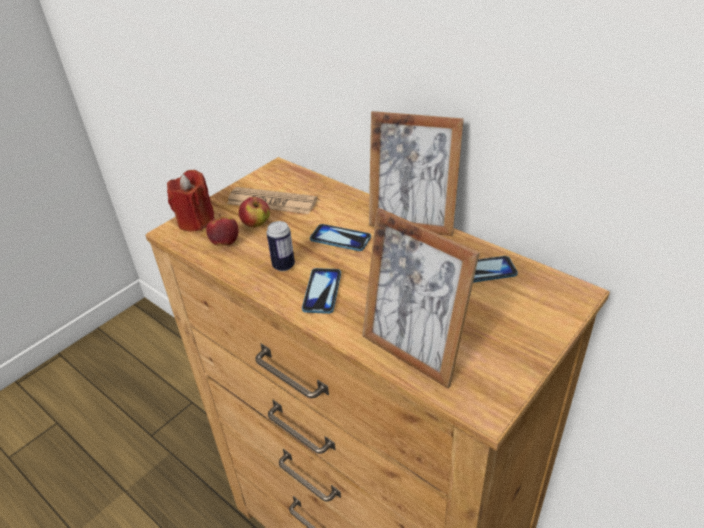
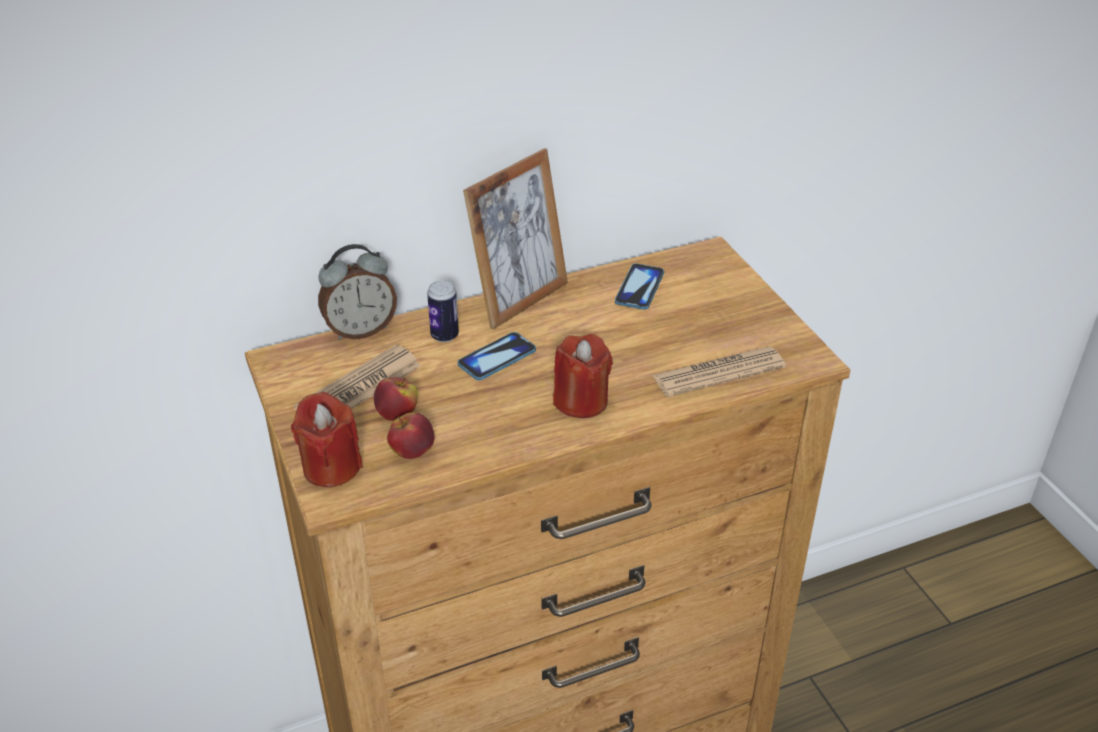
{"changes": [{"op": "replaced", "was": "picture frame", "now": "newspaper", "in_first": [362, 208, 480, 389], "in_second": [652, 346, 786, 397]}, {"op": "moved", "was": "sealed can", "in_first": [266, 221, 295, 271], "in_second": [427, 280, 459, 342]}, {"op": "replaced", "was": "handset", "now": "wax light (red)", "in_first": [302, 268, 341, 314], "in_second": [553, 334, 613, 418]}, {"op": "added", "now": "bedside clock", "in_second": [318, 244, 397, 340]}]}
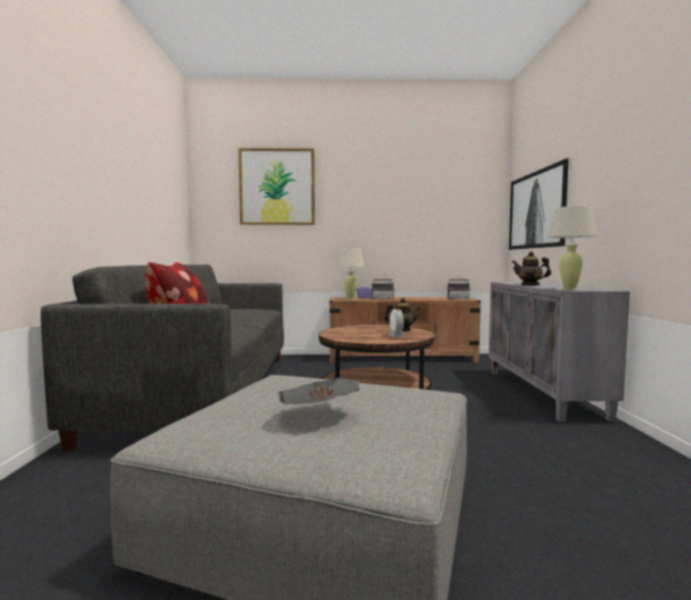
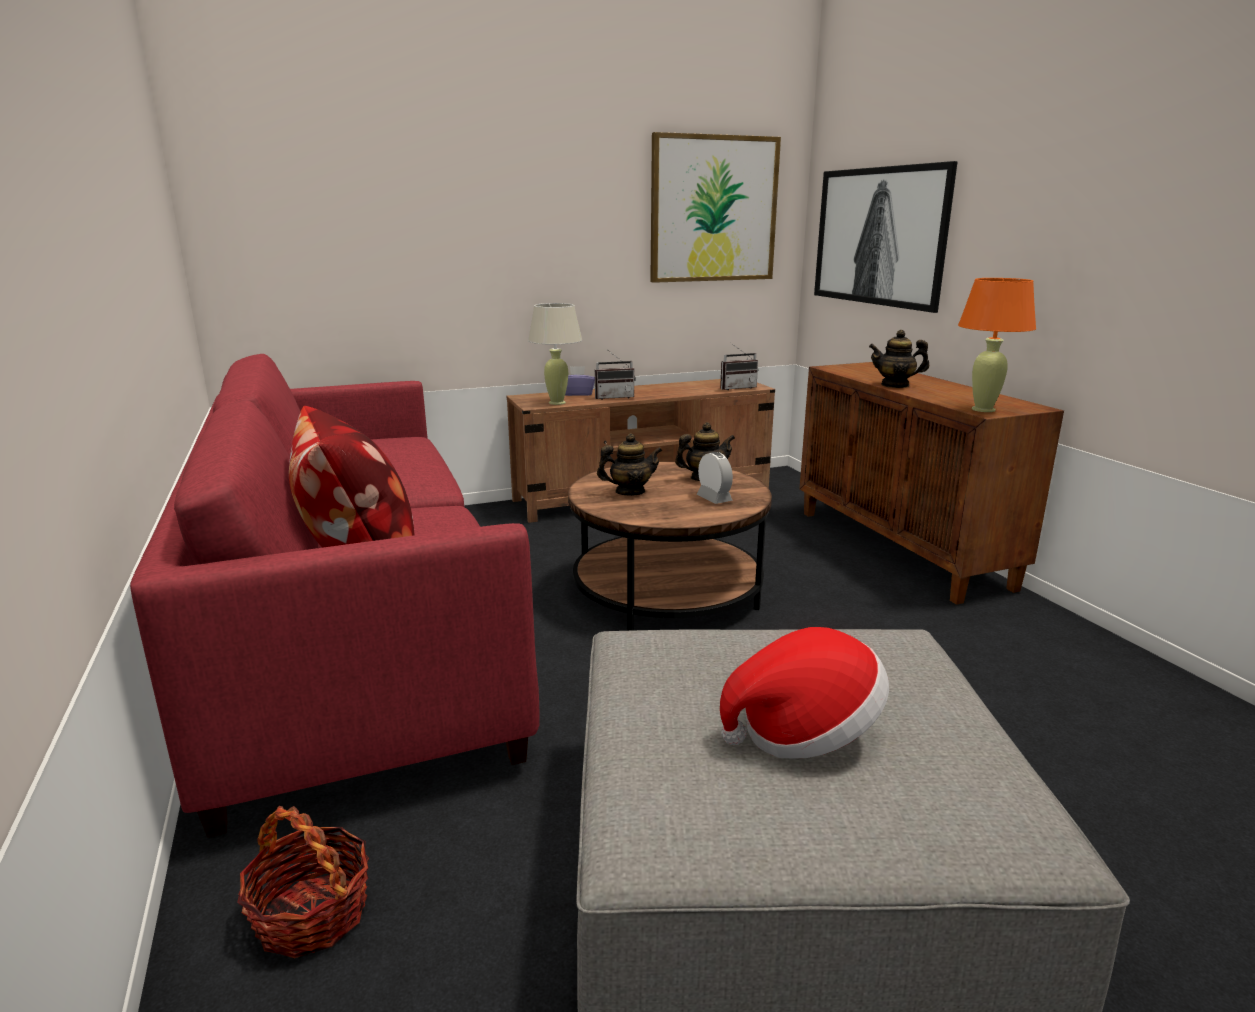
{"changes": [{"op": "moved", "was": "picture", "in_first": [238, 148, 315, 225], "in_second": [650, 132, 781, 283]}, {"op": "recoloured", "was": "table lamp (beige-coloured)", "now": "table lamp (orange-coloured)", "in_first": [547, 206, 598, 290], "in_second": [958, 278, 1036, 412]}, {"op": "recoloured", "was": "sofa (gray)", "now": "sofa (red)", "in_first": [41, 264, 284, 451], "in_second": [130, 354, 539, 837]}, {"op": "recoloured", "was": "cupboard (gray)", "now": "cupboard (brown-coloured)", "in_first": [489, 282, 630, 422], "in_second": [799, 362, 1064, 605]}, {"op": "replaced", "was": "newspaper", "now": "hat", "in_first": [277, 378, 360, 405], "in_second": [720, 627, 889, 759]}, {"op": "added", "now": "tea pot", "in_second": [597, 433, 663, 496]}, {"op": "added", "now": "storage basket", "in_second": [237, 806, 369, 958]}]}
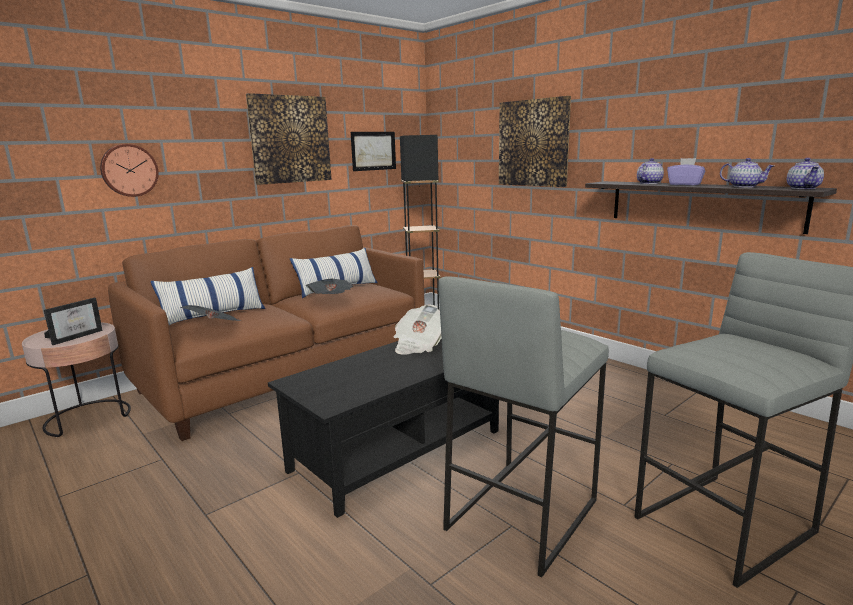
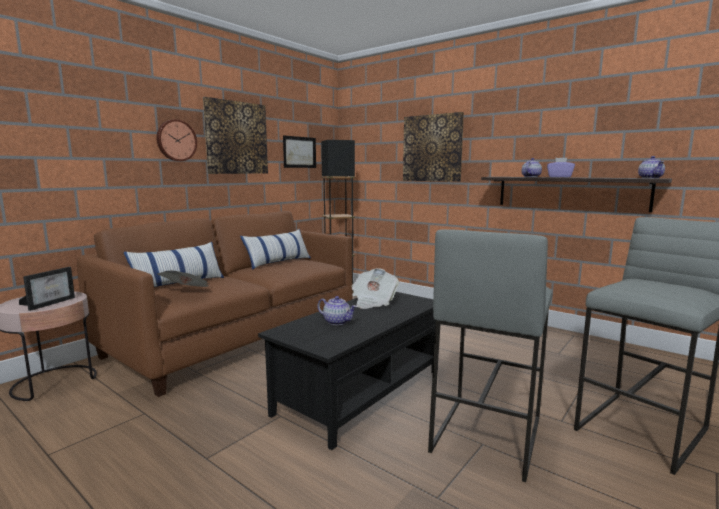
{"changes": [{"op": "moved", "was": "hanging clock", "in_first": [100, 144, 159, 197], "in_second": [156, 119, 197, 161]}, {"op": "moved", "was": "tea pot", "in_first": [720, 158, 774, 188], "in_second": [318, 296, 357, 325]}, {"op": "removed", "was": "newspaper", "in_first": [306, 279, 353, 294]}]}
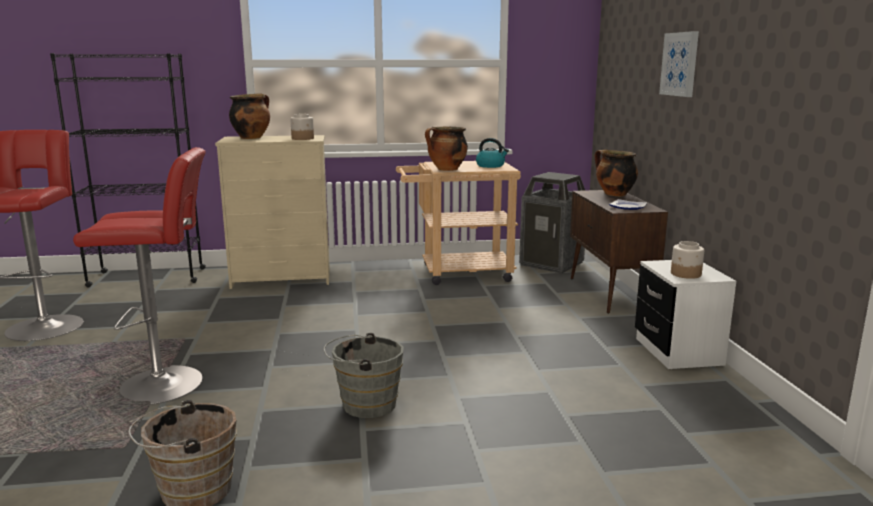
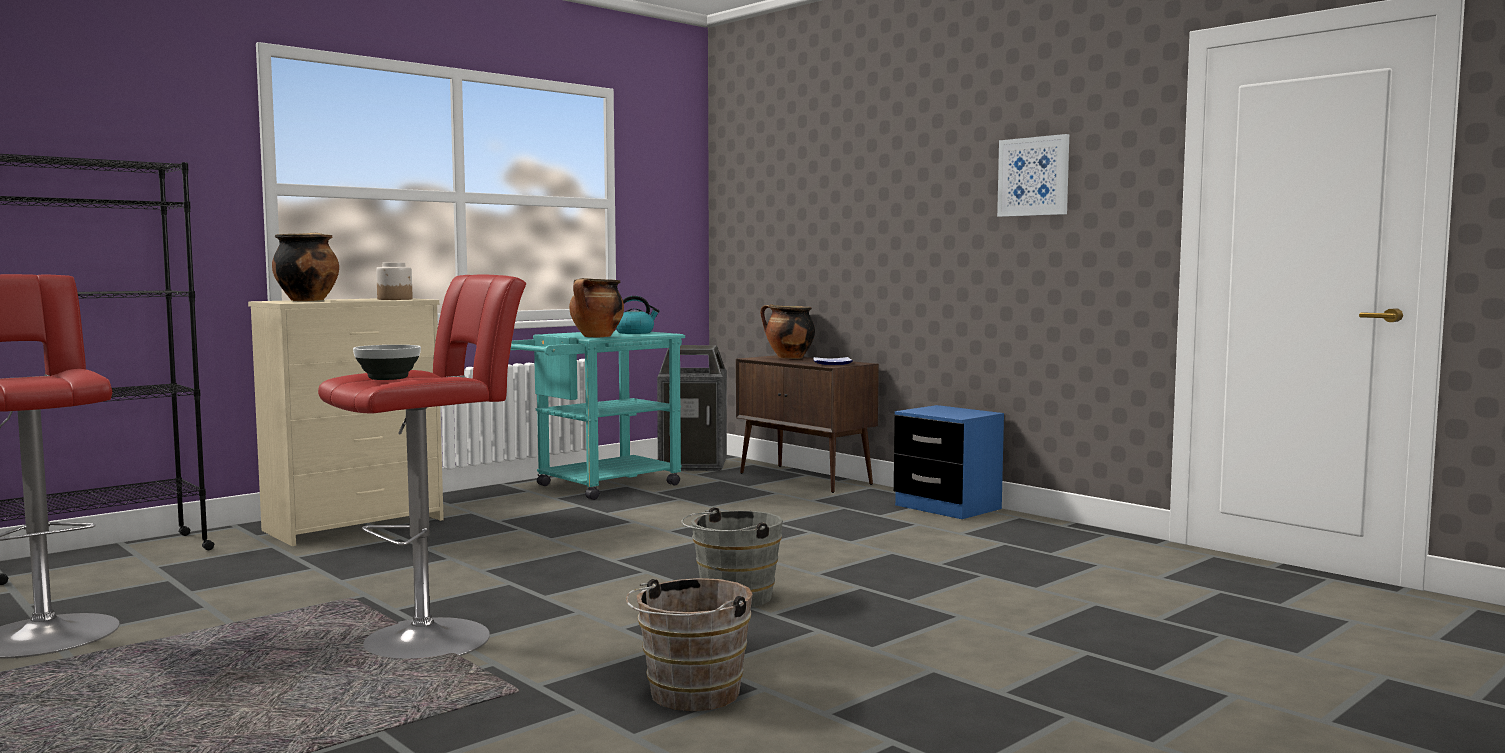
{"changes": [{"op": "moved", "was": "picture", "in_first": [659, 31, 699, 97], "in_second": [997, 134, 1069, 217]}, {"op": "recoloured", "was": "cart (beige-coloured)", "now": "cart (blue-green)", "in_first": [396, 161, 521, 285], "in_second": [511, 330, 685, 500]}, {"op": "removed", "was": "storage jar", "in_first": [671, 241, 704, 279]}, {"op": "recoloured", "was": "bedside table (whitish)", "now": "bedside table (blue)", "in_first": [635, 260, 736, 369], "in_second": [894, 405, 1004, 519]}, {"op": "added", "now": "serving bowl", "in_second": [353, 345, 421, 380]}]}
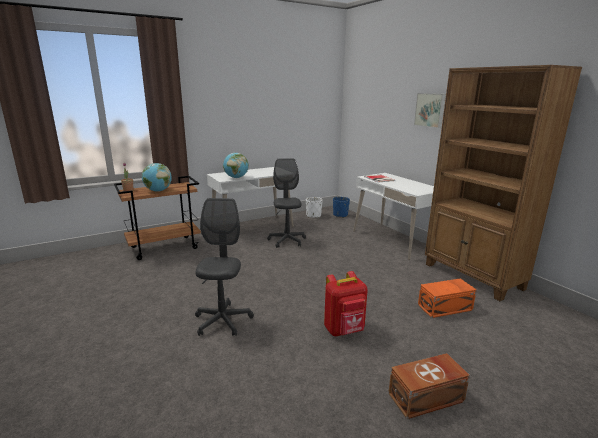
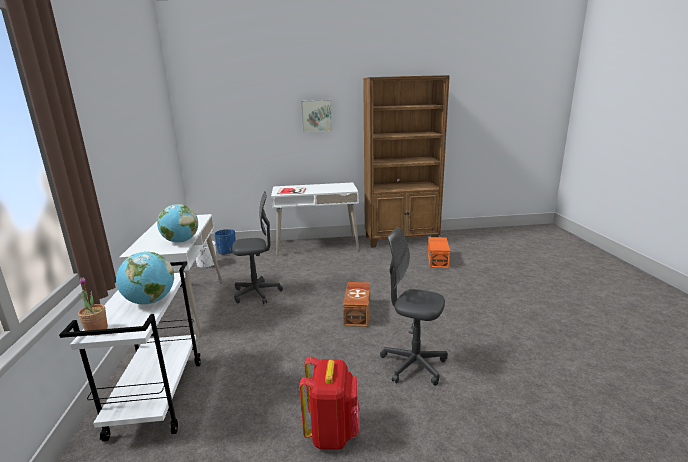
{"changes": [{"op": "turned", "was": "office chair (gray)", "in_first": [267, 158, 306, 248], "in_second": [232, 191, 283, 304], "clockwise": 150}, {"op": "recoloured", "was": "cart (brown-coloured)", "now": "cart (whitish)", "in_first": [114, 176, 201, 260], "in_second": [59, 261, 201, 442]}, {"op": "moved", "was": "rucksack (red)", "in_first": [324, 271, 368, 336], "in_second": [299, 356, 360, 450]}, {"op": "moved", "was": "storage bin (brown-coloured)", "in_first": [388, 353, 470, 419], "in_second": [343, 282, 370, 327]}]}
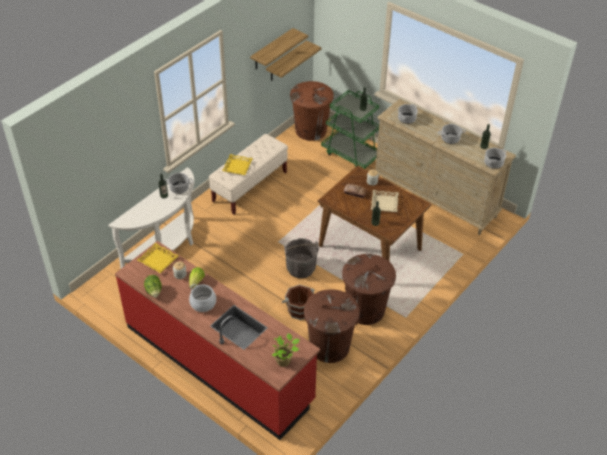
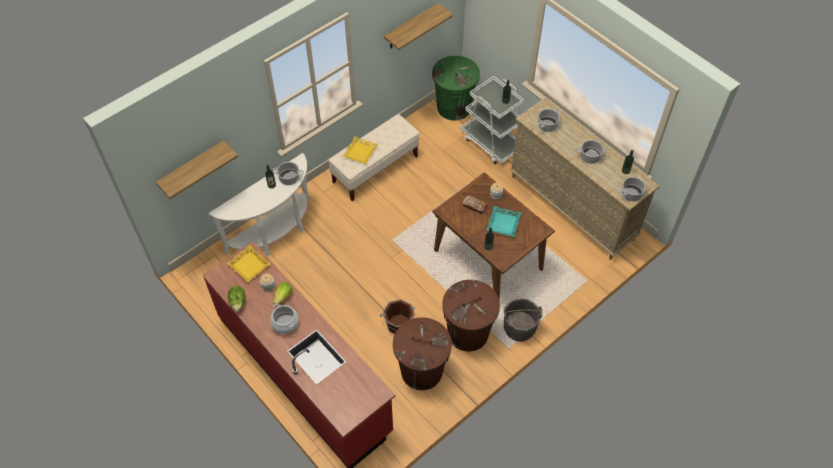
{"changes": [{"op": "moved", "was": "bracket shelf", "in_first": [266, 40, 322, 81], "in_second": [156, 141, 238, 199]}, {"op": "recoloured", "was": "waste bin (brown-coloured)", "now": "waste bin (greenish)", "in_first": [290, 81, 334, 141], "in_second": [432, 56, 480, 121]}, {"op": "recoloured", "was": "cart (greenish)", "now": "cart (whitish)", "in_first": [321, 90, 379, 169], "in_second": [460, 76, 524, 164]}, {"op": "recoloured", "was": "tray (beige-coloured)", "now": "tray (blue-green)", "in_first": [371, 190, 399, 212], "in_second": [487, 206, 521, 237]}, {"op": "moved", "was": "bucket (gray)", "in_first": [284, 238, 319, 278], "in_second": [504, 298, 542, 342]}, {"op": "removed", "was": "potted plant", "in_first": [272, 333, 300, 367]}]}
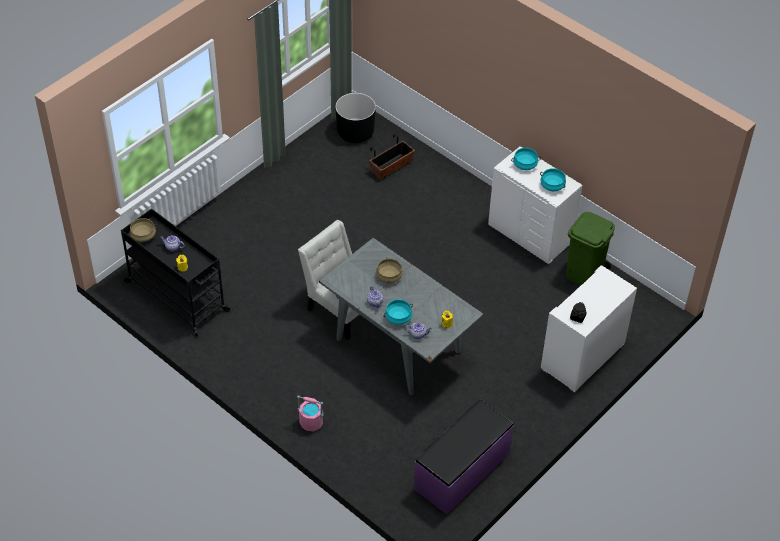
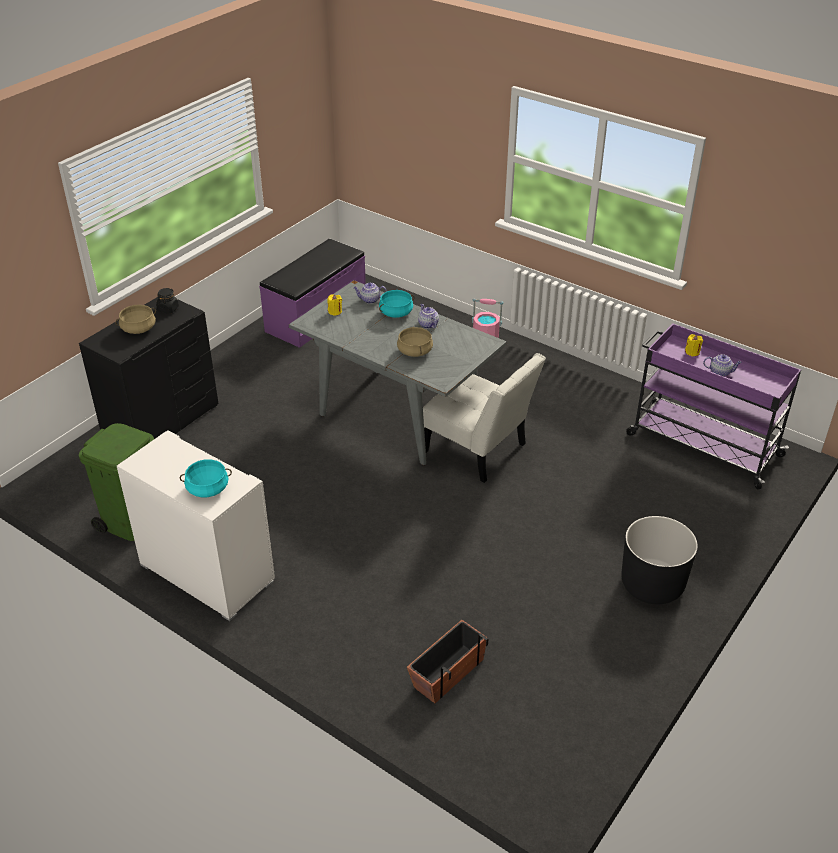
{"changes": [{"op": "moved", "was": "plant pot (black-coloured)", "in_first": [335, 93, 376, 143], "in_second": [621, 516, 698, 604]}, {"op": "removed", "was": "stockpot (blue-green)", "in_first": [540, 168, 566, 191]}, {"op": "recoloured", "was": "cart (black-coloured)", "now": "cart (purplish)", "in_first": [121, 208, 230, 336], "in_second": [626, 324, 801, 490]}, {"op": "moved", "was": "stockpot (beige-coloured)", "in_first": [128, 218, 158, 242], "in_second": [115, 305, 156, 334]}, {"op": "recoloured", "was": "drawer chest (whitish)", "now": "drawer chest (black-coloured)", "in_first": [541, 265, 637, 393], "in_second": [79, 297, 219, 439]}]}
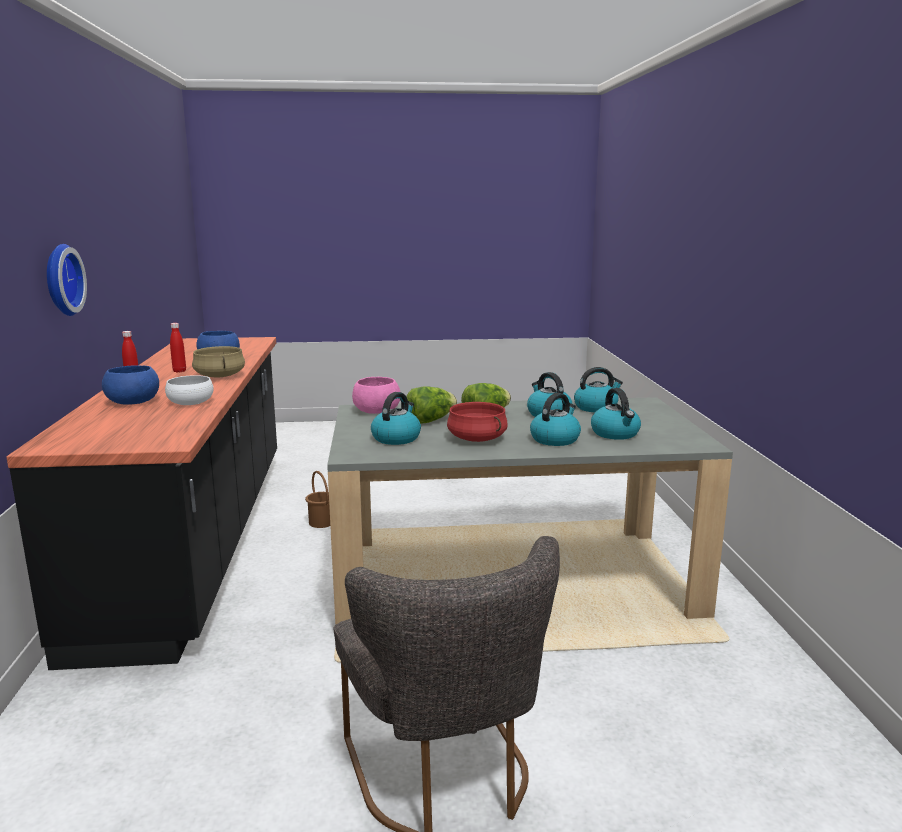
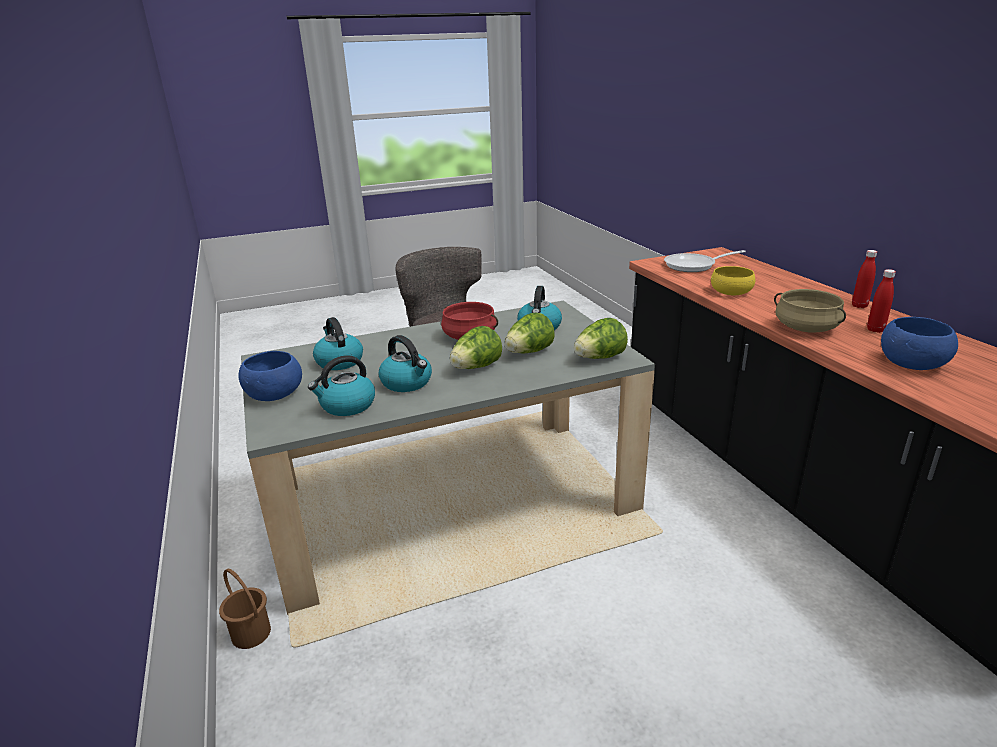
{"changes": [{"op": "removed", "was": "hanging clock", "in_first": [47, 244, 87, 316]}, {"op": "moved", "was": "serving bowl (blue)", "in_first": [102, 365, 159, 405], "in_second": [239, 351, 302, 401]}, {"op": "recoloured", "was": "serving bowl (whitish)", "now": "serving bowl (yellowish)", "in_first": [165, 375, 213, 405], "in_second": [711, 266, 755, 295]}, {"op": "replaced", "was": "serving bowl (pink)", "now": "lettuce", "in_first": [352, 377, 400, 414], "in_second": [574, 318, 628, 359]}, {"op": "removed", "was": "kettle", "in_first": [530, 393, 581, 446]}, {"op": "moved", "was": "bucket (brown-coloured)", "in_first": [305, 471, 330, 528], "in_second": [219, 569, 271, 649]}, {"op": "added", "now": "frying pan", "in_second": [664, 250, 746, 272]}]}
